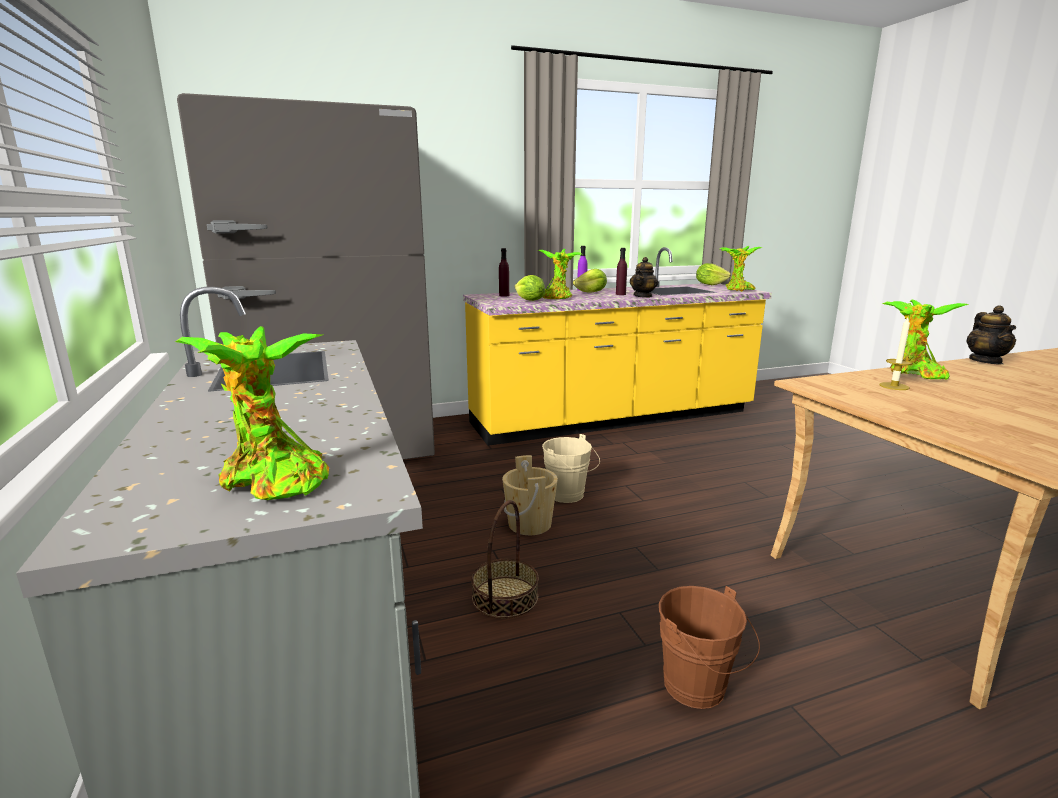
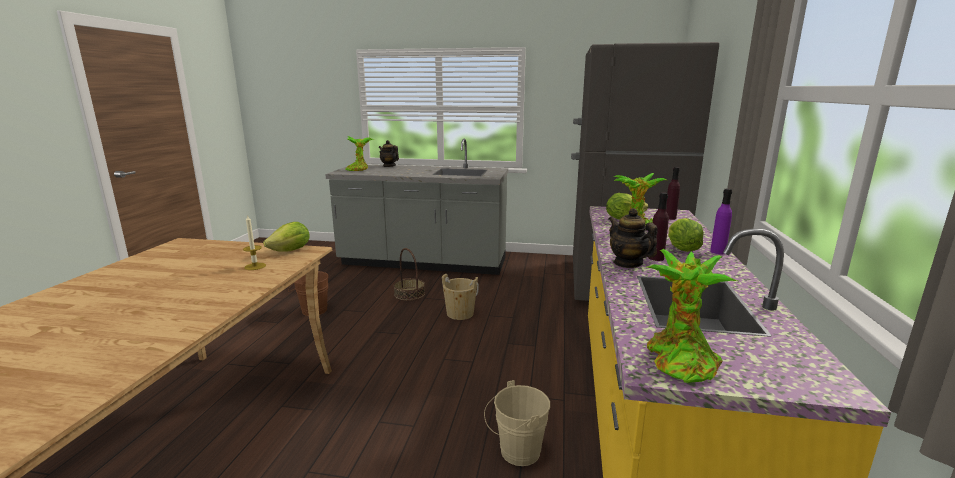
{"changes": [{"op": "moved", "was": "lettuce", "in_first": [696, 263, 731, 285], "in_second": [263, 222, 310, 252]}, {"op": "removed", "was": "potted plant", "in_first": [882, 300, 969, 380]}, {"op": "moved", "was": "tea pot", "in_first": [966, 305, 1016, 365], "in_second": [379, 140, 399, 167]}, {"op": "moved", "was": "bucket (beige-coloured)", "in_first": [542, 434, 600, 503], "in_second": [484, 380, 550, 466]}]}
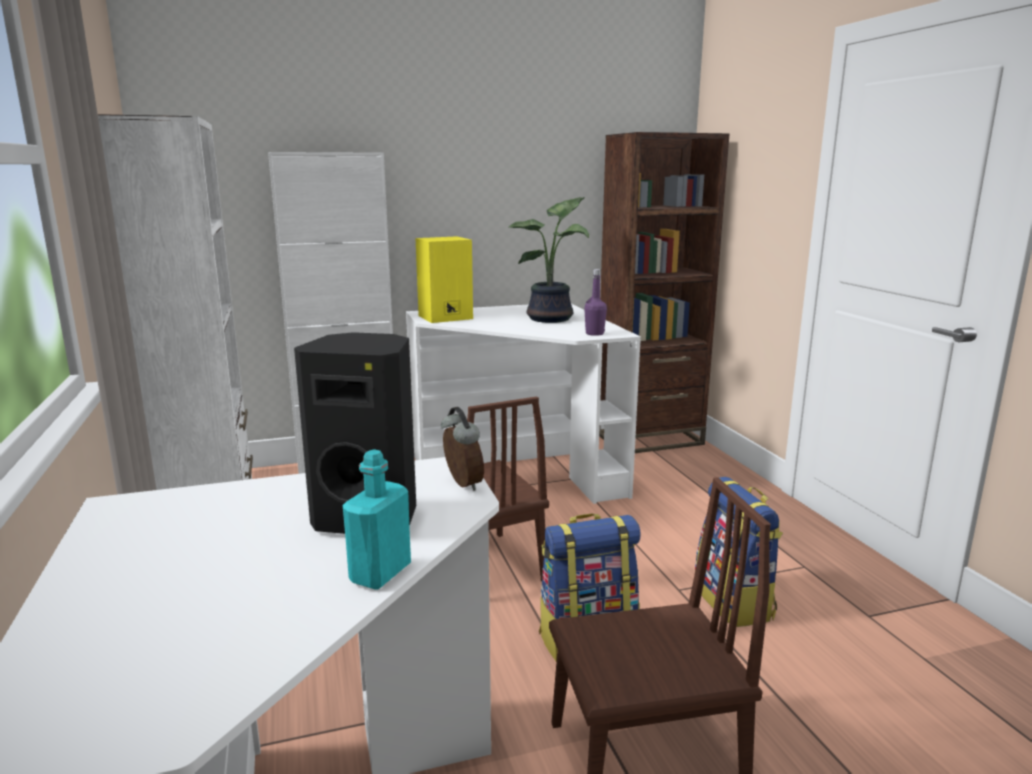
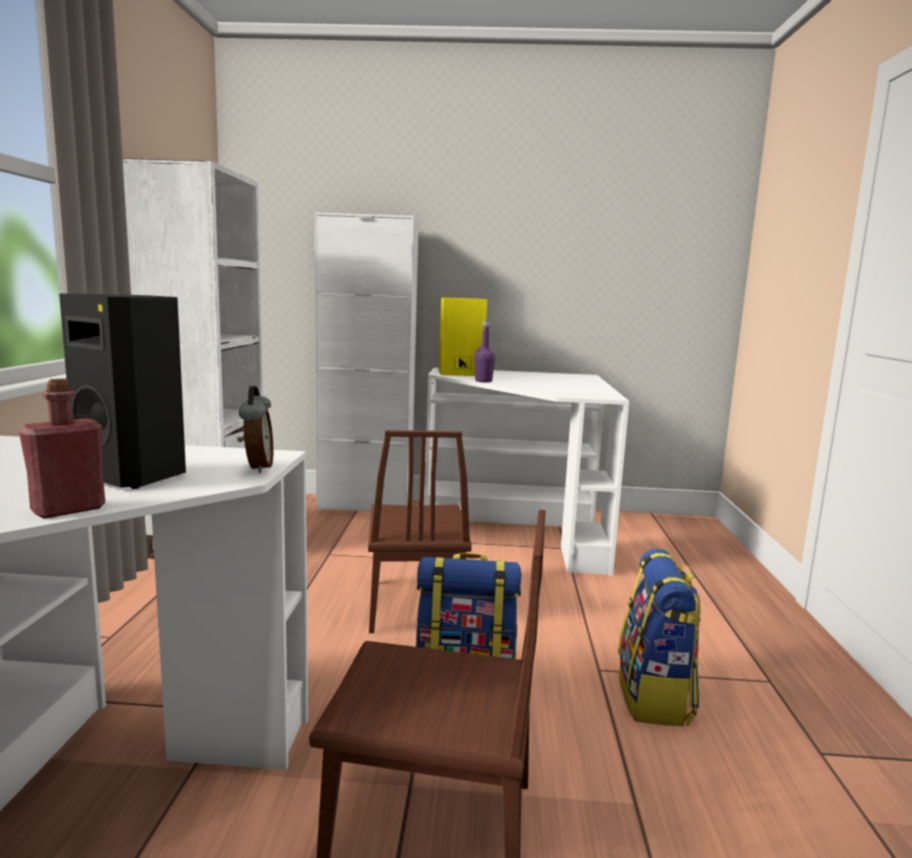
{"changes": [{"op": "removed", "was": "bookshelf (brown-coloured)", "in_first": [599, 132, 729, 453]}, {"op": "removed", "was": "potted plant", "in_first": [509, 197, 589, 323]}, {"op": "moved", "was": "drink bottle (purplish)", "in_first": [584, 269, 607, 336], "in_second": [474, 320, 495, 383]}, {"op": "recoloured", "was": "drink bottle (blue-green)", "now": "drink bottle (red)", "in_first": [343, 449, 411, 590], "in_second": [19, 379, 105, 519]}]}
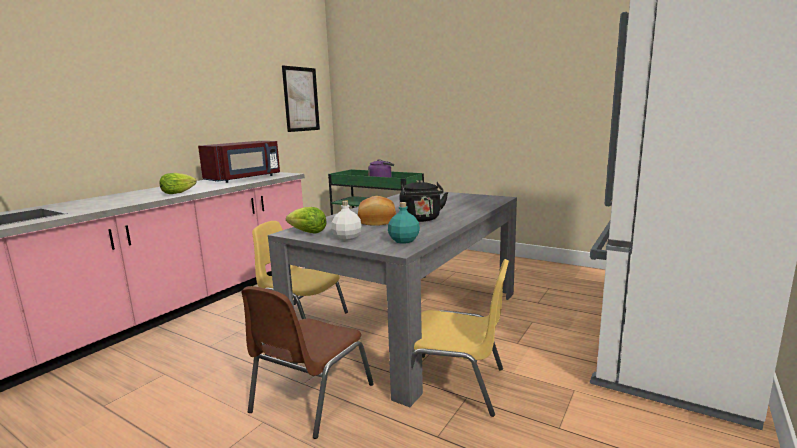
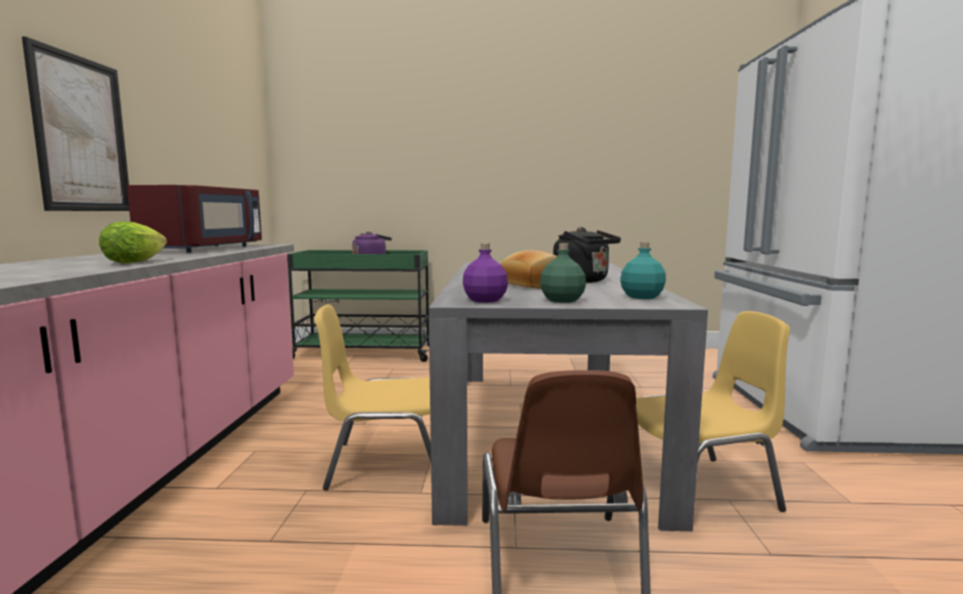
{"changes": [{"op": "moved", "was": "picture", "in_first": [282, 65, 320, 132], "in_second": [22, 36, 129, 211]}, {"op": "recoloured", "was": "drink bottle (whitish)", "now": "drink bottle (greenish)", "in_first": [331, 201, 362, 241], "in_second": [540, 243, 586, 303]}, {"op": "replaced", "was": "lettuce", "now": "drink bottle (purplish)", "in_first": [286, 207, 327, 234], "in_second": [463, 243, 508, 303]}]}
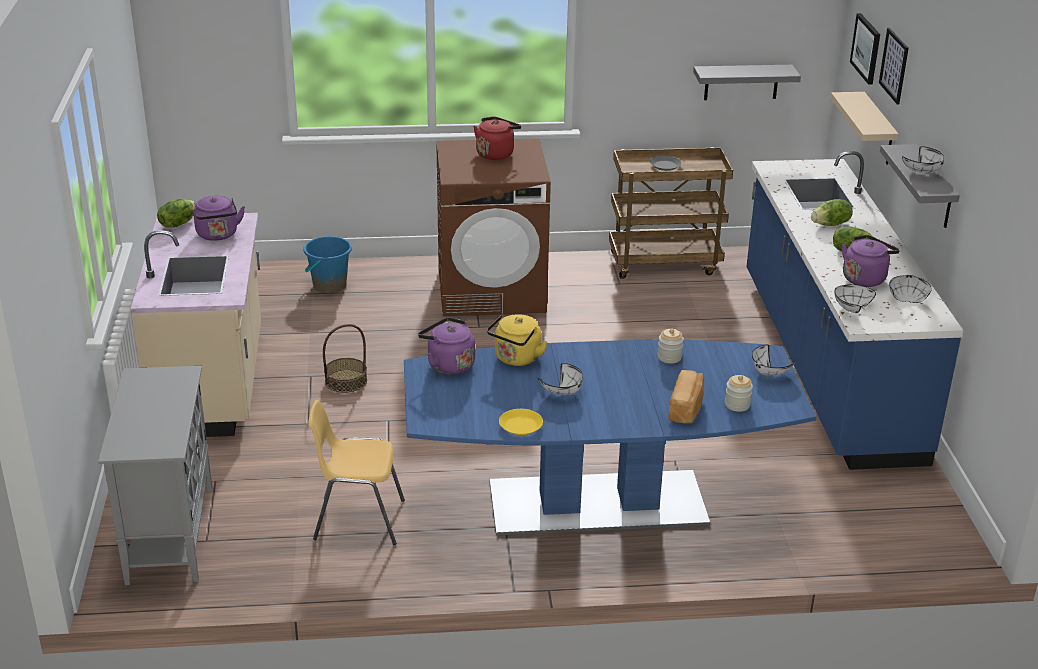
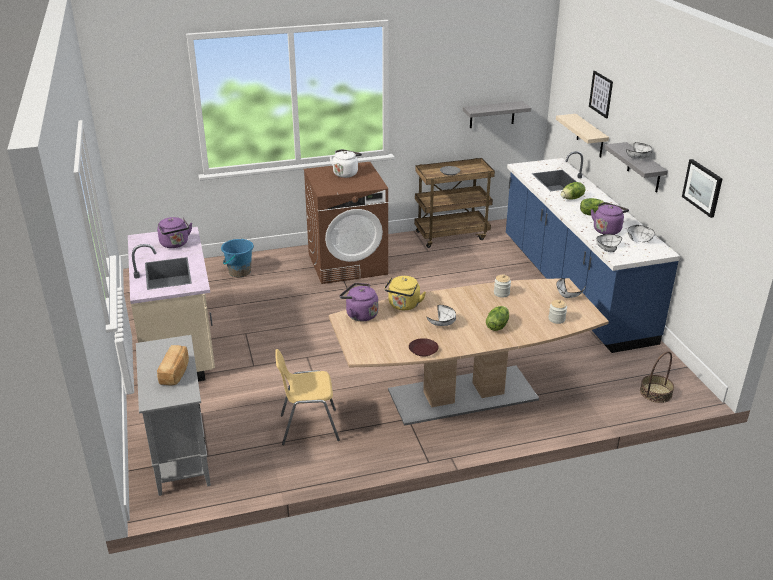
{"changes": [{"op": "moved", "was": "picture", "in_first": [850, 13, 880, 85], "in_second": [682, 159, 722, 218]}, {"op": "recoloured", "was": "kettle (red)", "now": "kettle (whitish)", "in_first": [473, 117, 521, 160], "in_second": [329, 149, 362, 178]}, {"op": "moved", "was": "lettuce", "in_first": [157, 199, 196, 228], "in_second": [486, 306, 509, 331]}, {"op": "moved", "was": "storage basket", "in_first": [323, 324, 367, 393], "in_second": [640, 351, 674, 403]}, {"op": "recoloured", "was": "dining table (blue)", "now": "dining table (brown-coloured)", "in_first": [404, 339, 817, 536], "in_second": [329, 278, 609, 426]}, {"op": "moved", "was": "bakery bread", "in_first": [669, 370, 704, 424], "in_second": [157, 345, 189, 385]}, {"op": "recoloured", "was": "flat dish (yellowish)", "now": "flat dish (brown-coloured)", "in_first": [499, 409, 543, 435], "in_second": [409, 338, 439, 356]}]}
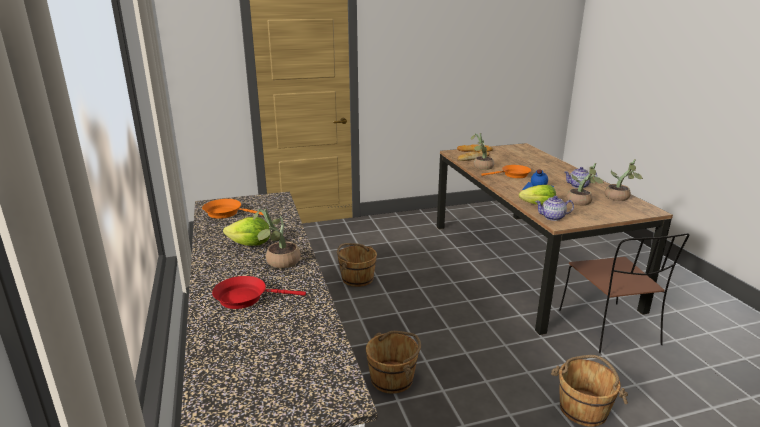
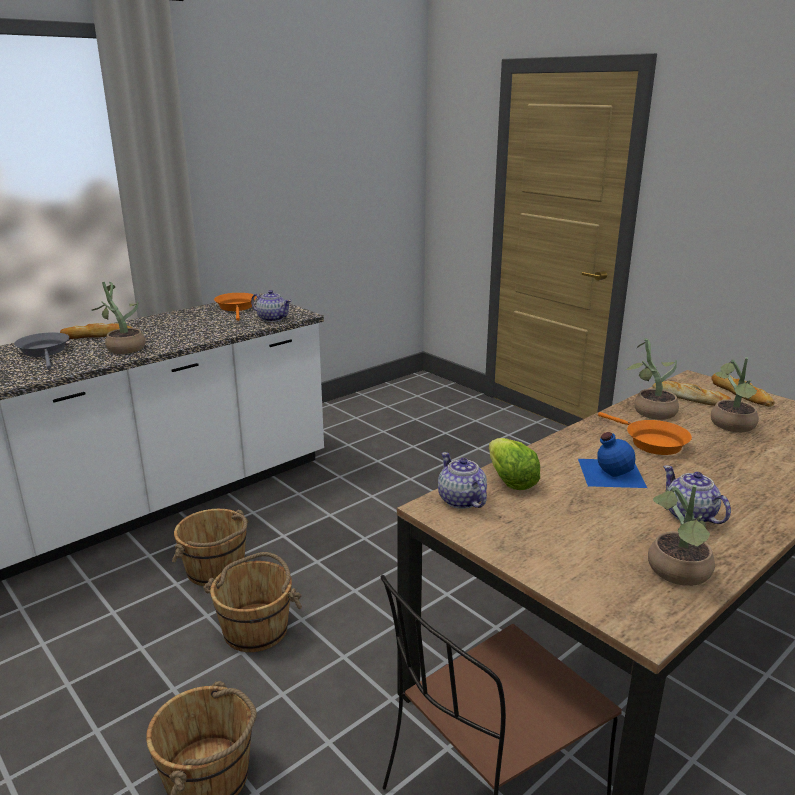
{"changes": [{"op": "moved", "was": "potted plant", "in_first": [566, 163, 604, 206], "in_second": [711, 357, 759, 432]}, {"op": "removed", "was": "lettuce", "in_first": [223, 217, 271, 246]}, {"op": "moved", "was": "bucket (brown-coloured)", "in_first": [337, 243, 377, 287], "in_second": [203, 552, 302, 652]}, {"op": "recoloured", "was": "frying pan (red)", "now": "frying pan (gray)", "in_first": [212, 276, 306, 309], "in_second": [14, 332, 69, 369]}, {"op": "added", "now": "tea pot", "in_second": [251, 290, 292, 322]}, {"op": "added", "now": "bakery bread", "in_second": [60, 323, 132, 339]}]}
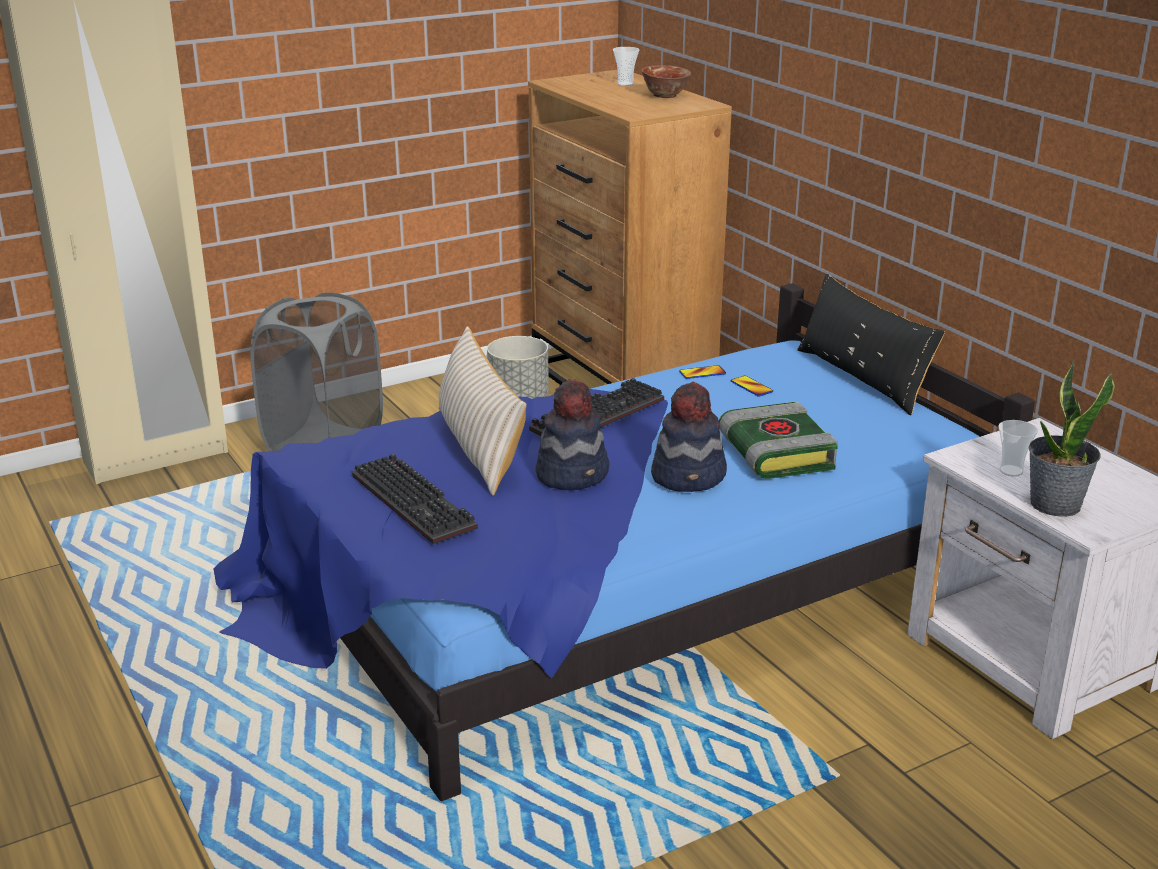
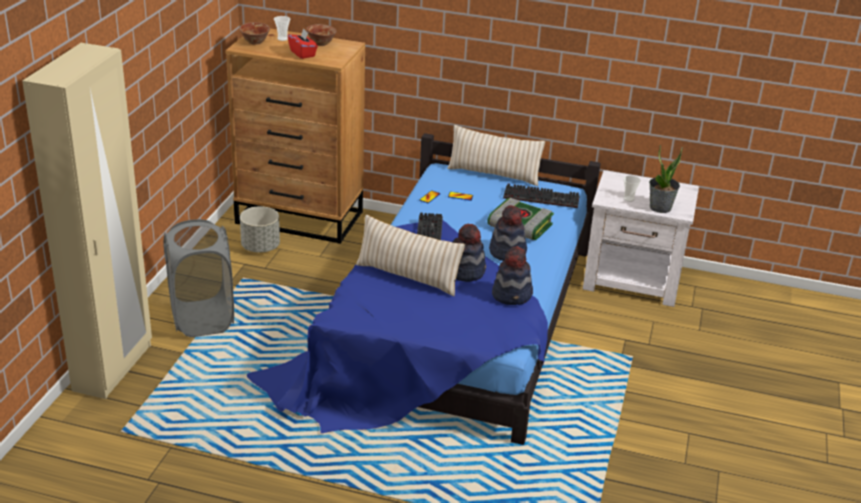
{"changes": [{"op": "recoloured", "was": "pillow (black-coloured)", "now": "pillow (beige-coloured)", "in_first": [797, 274, 945, 415], "in_second": [447, 125, 545, 186]}, {"op": "moved", "was": "computer keyboard", "in_first": [352, 454, 478, 544], "in_second": [503, 183, 580, 208]}, {"op": "added", "now": "serving bowl", "in_second": [240, 22, 270, 45]}, {"op": "added", "now": "box of tissues (red)", "in_second": [288, 28, 318, 59]}, {"op": "added", "now": "hat", "in_second": [492, 246, 533, 305]}]}
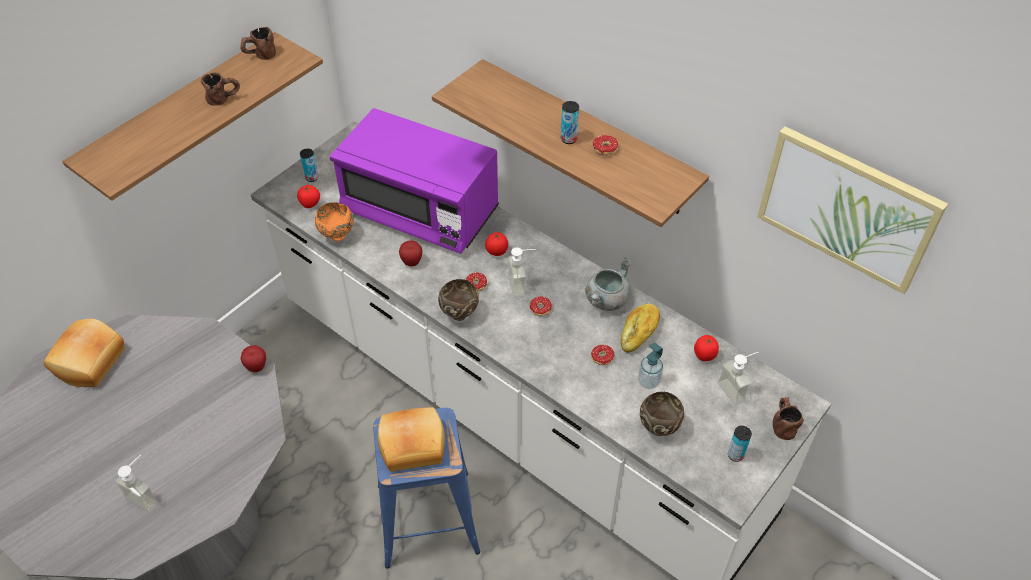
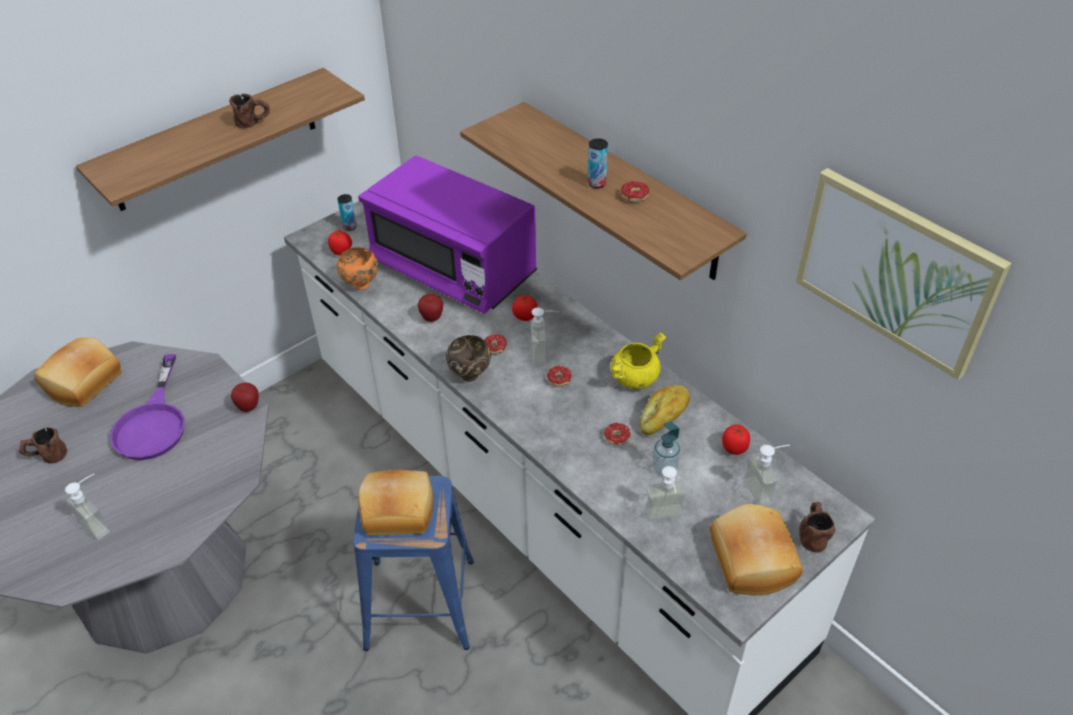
{"changes": [{"op": "moved", "was": "mug (brown-coloured)", "in_first": [240, 27, 276, 60], "in_second": [19, 427, 67, 464]}, {"op": "recoloured", "was": "stockpot (gray)", "now": "stockpot (yellowish)", "in_first": [585, 257, 632, 311], "in_second": [611, 332, 666, 389]}, {"op": "replaced", "was": "serving bowl (brown-coloured)", "now": "soap bottle", "in_first": [640, 392, 684, 436], "in_second": [644, 466, 687, 521]}, {"op": "replaced", "was": "sealed can", "now": "bakery bread", "in_first": [728, 426, 752, 462], "in_second": [710, 504, 803, 596]}, {"op": "added", "now": "frying pan (purplish)", "in_second": [110, 354, 185, 460]}]}
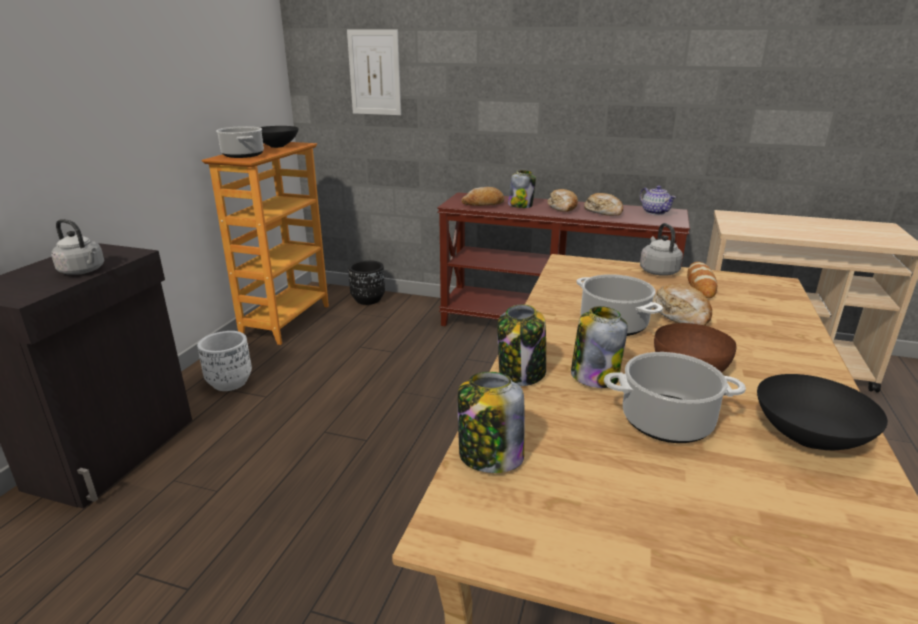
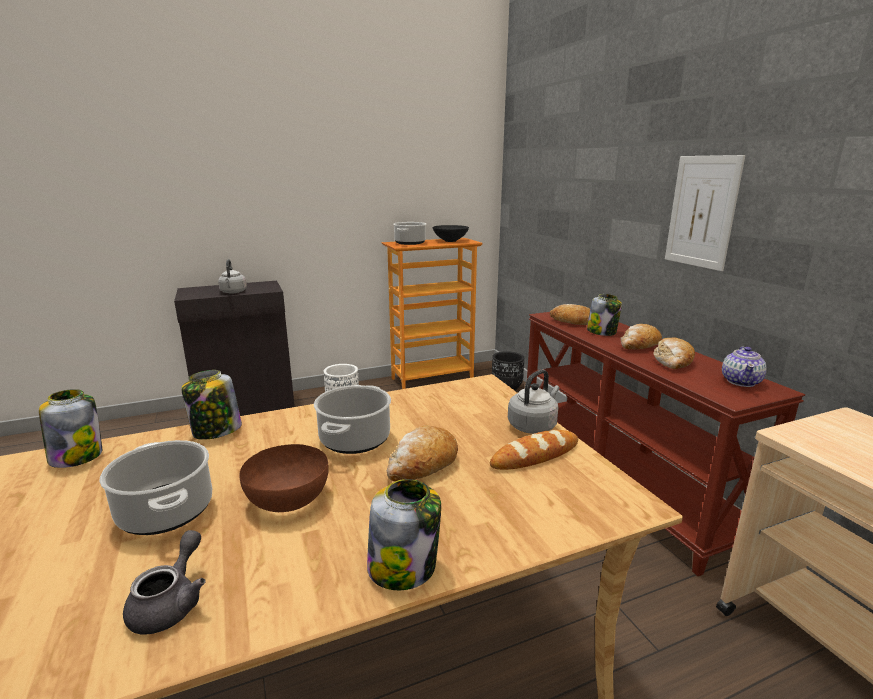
{"changes": [{"op": "moved", "was": "picture", "in_first": [347, 29, 401, 115], "in_second": [665, 155, 745, 271]}, {"op": "moved", "was": "storage jar", "in_first": [571, 306, 628, 388], "in_second": [367, 479, 441, 590]}, {"op": "replaced", "was": "serving bowl (black-coloured)", "now": "tea pot (gray)", "in_first": [757, 374, 888, 450], "in_second": [123, 530, 206, 634]}]}
